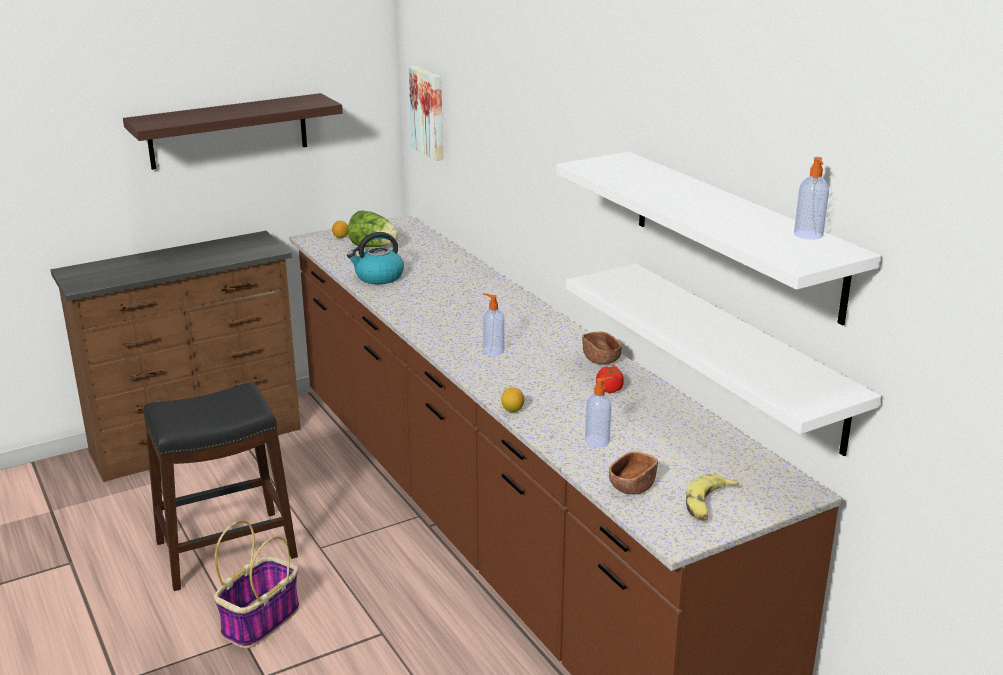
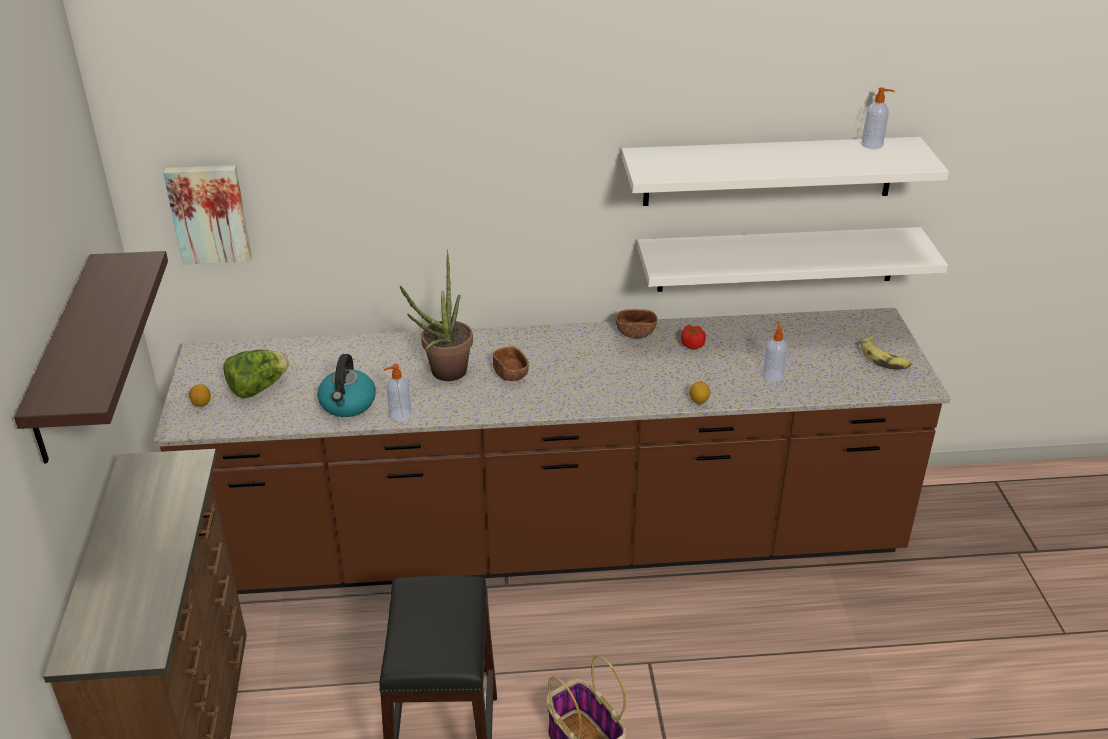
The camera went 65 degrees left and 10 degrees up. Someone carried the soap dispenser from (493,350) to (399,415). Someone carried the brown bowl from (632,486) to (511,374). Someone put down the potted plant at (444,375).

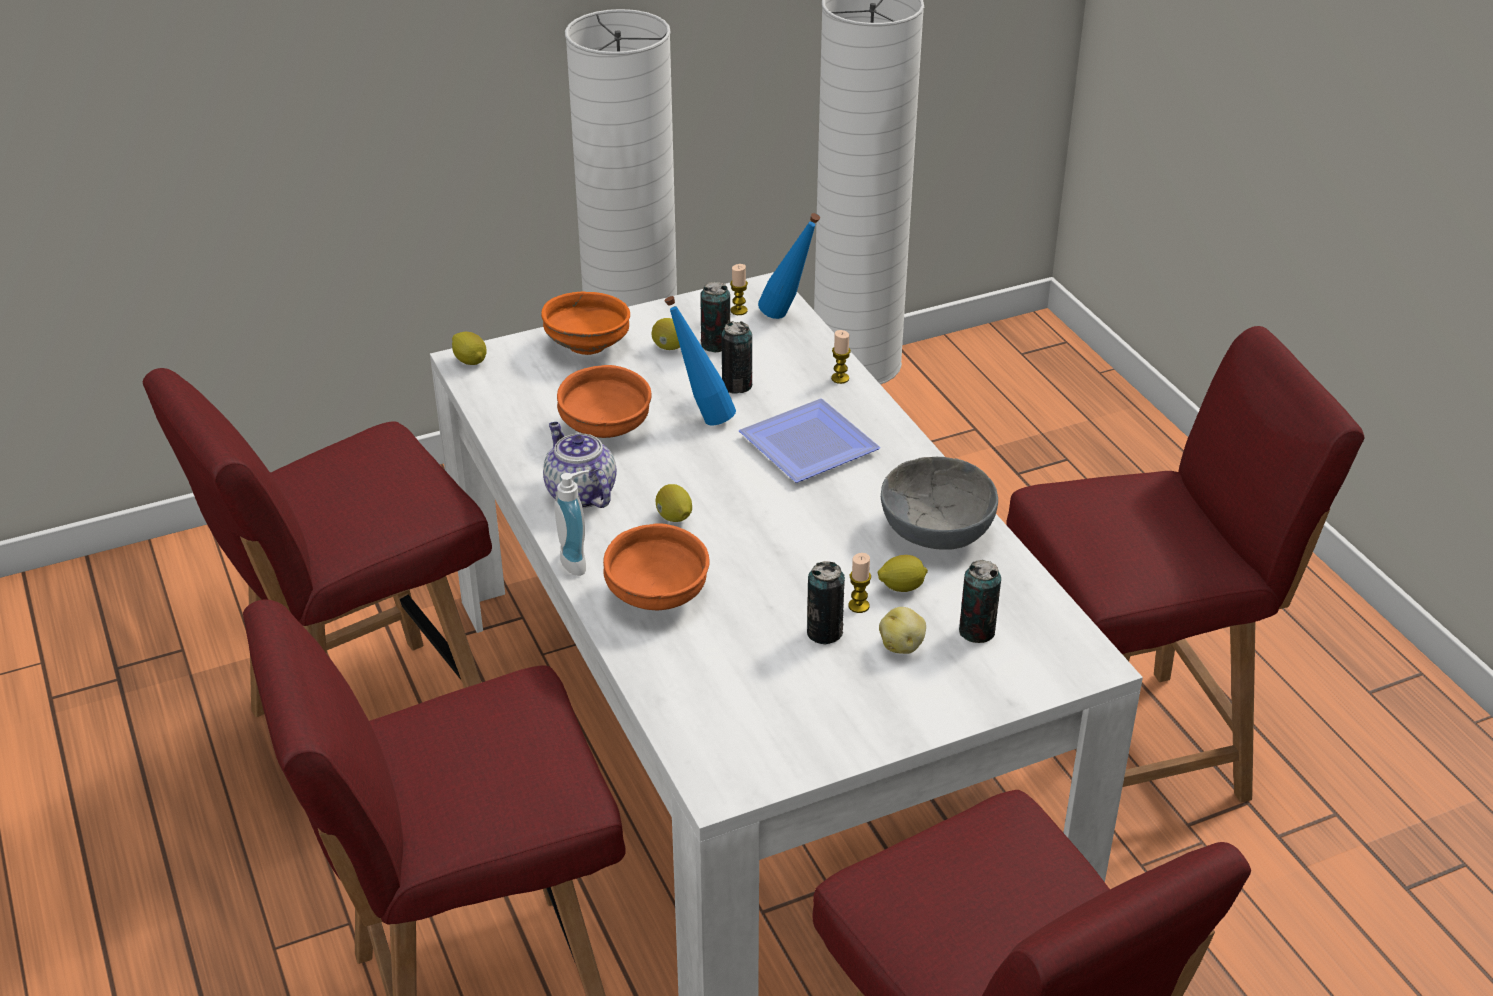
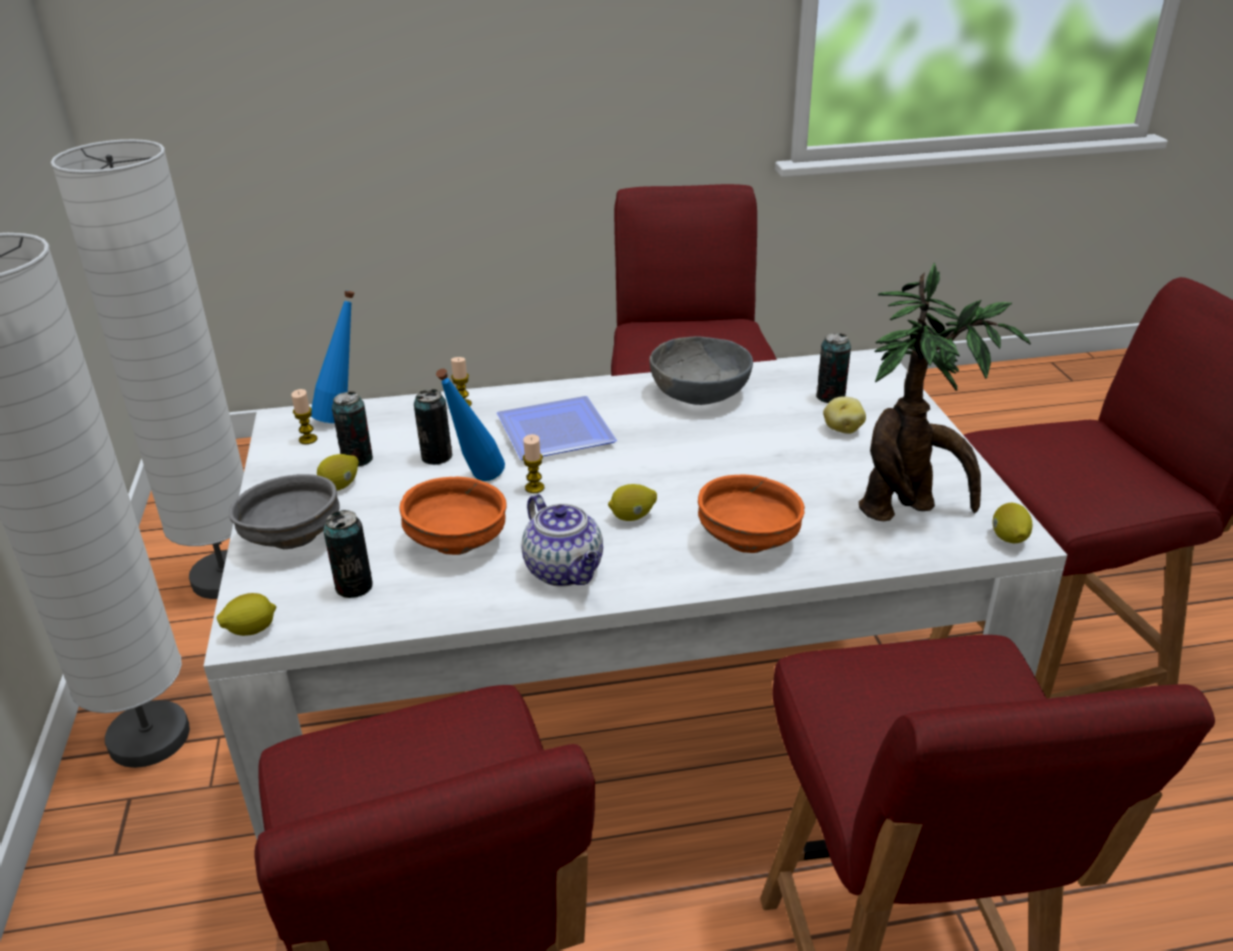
The camera went 75 degrees left and 5 degrees down. Someone repainted the orange bowl at (589,345), which became the grey bowl at (292,537). Someone rotated the teapot at (579,493) by 105 degrees counterclockwise. Someone took away the soap dispenser at (578,561). Someone carried the can from (824,632) to (354,586). Someone carried the candle from (858,606) to (534,488). Someone carried the lemon from (901,587) to (1008,539). Someone put down the potted plant at (908,509).

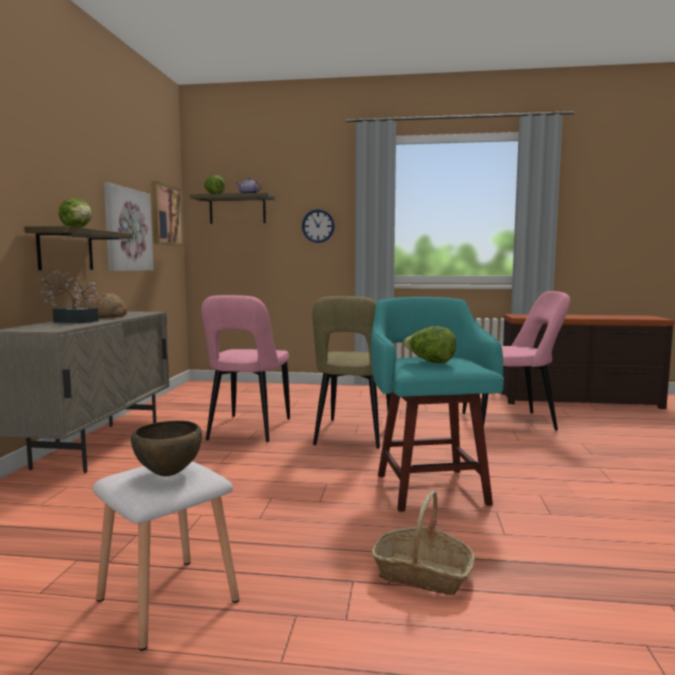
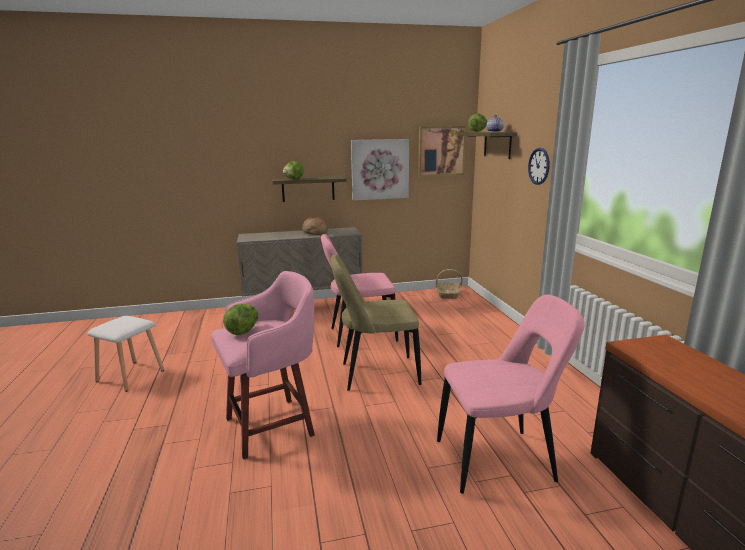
The camera went 70 degrees right and 10 degrees up. Someone took away the potted plant at (72,321). Someone took away the brown bowl at (169,474). Someone repainted the turquoise stool at (429,487), which became the pink stool at (273,425). Someone carried the basket from (422,573) to (447,294). Someone rotated the pink chair at (512,422) by 75 degrees counterclockwise.

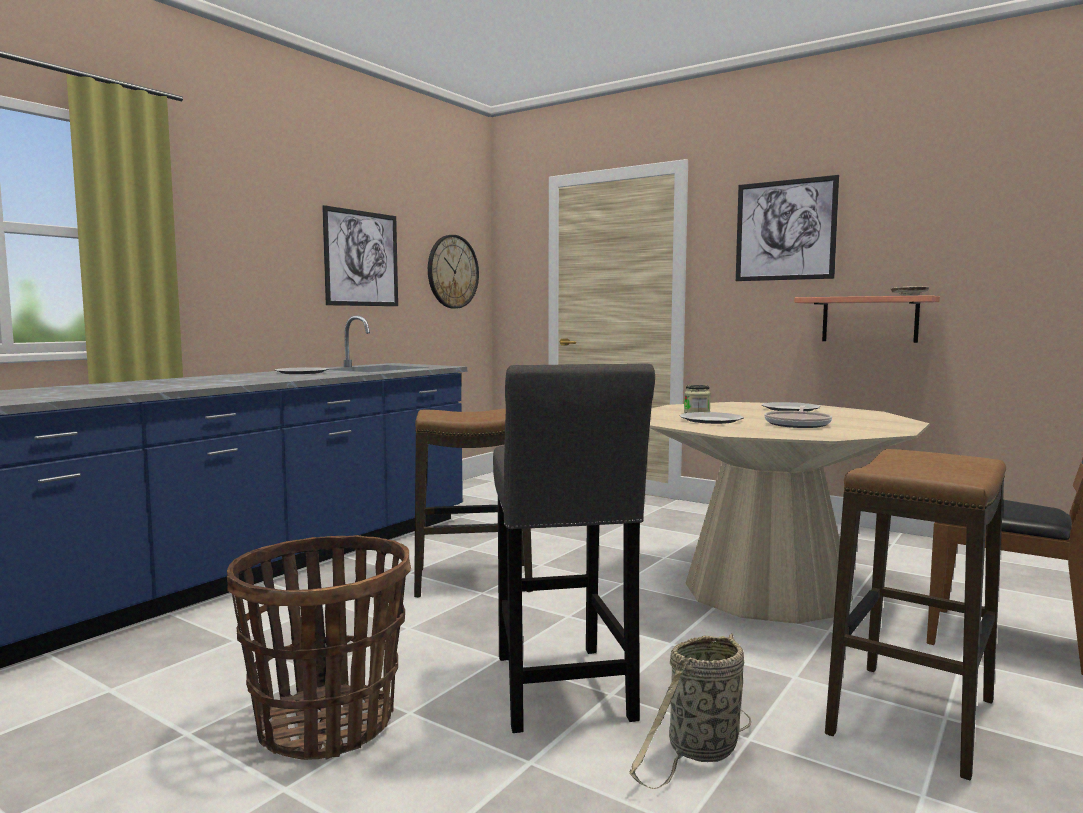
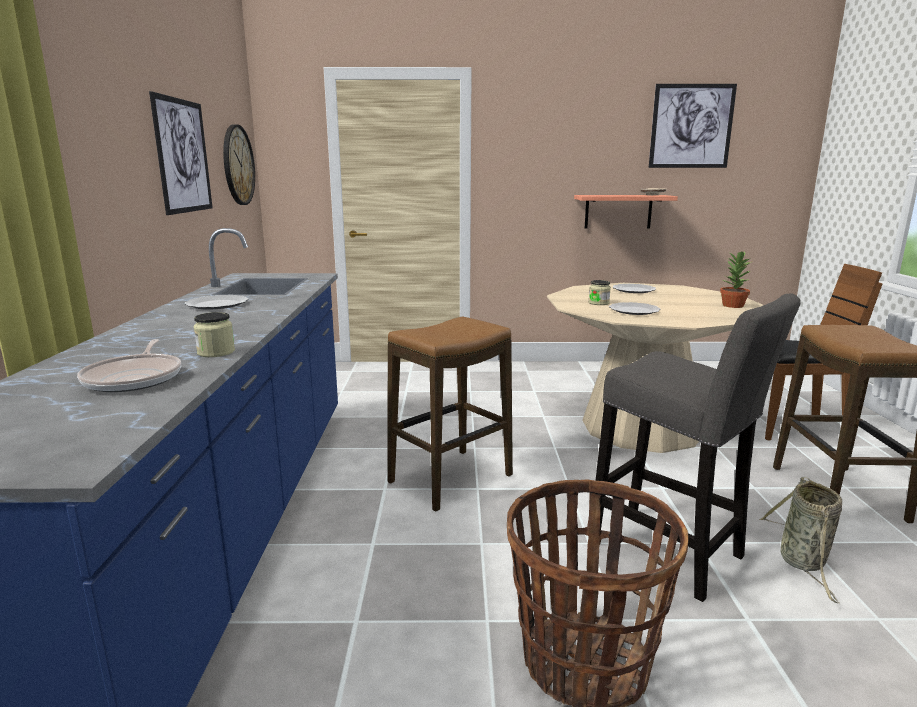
The camera went 35 degrees left and 10 degrees up. Someone carried the picture from (785,230) to (691,126). Someone carried the frying pan from (798,424) to (135,378). Someone put down the jar at (216,352). Someone put down the potted plant at (732,305).

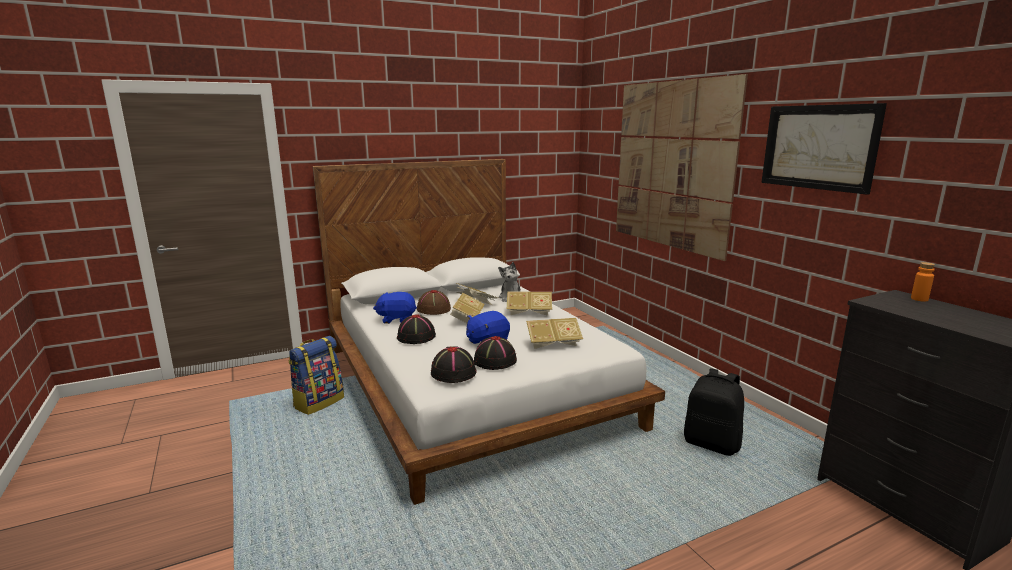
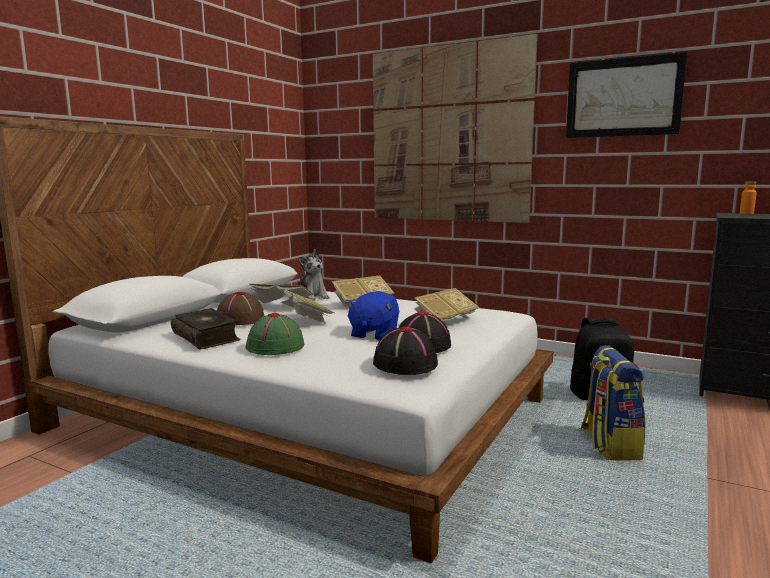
The camera went 35 degrees left and 5 degrees down. Someone carried the backpack from (319,402) to (609,445). Someone swapped the blue plush toy at (397,319) for the book at (207,337). Someone repainted the black hat at (416,337), which became the green hat at (276,347).

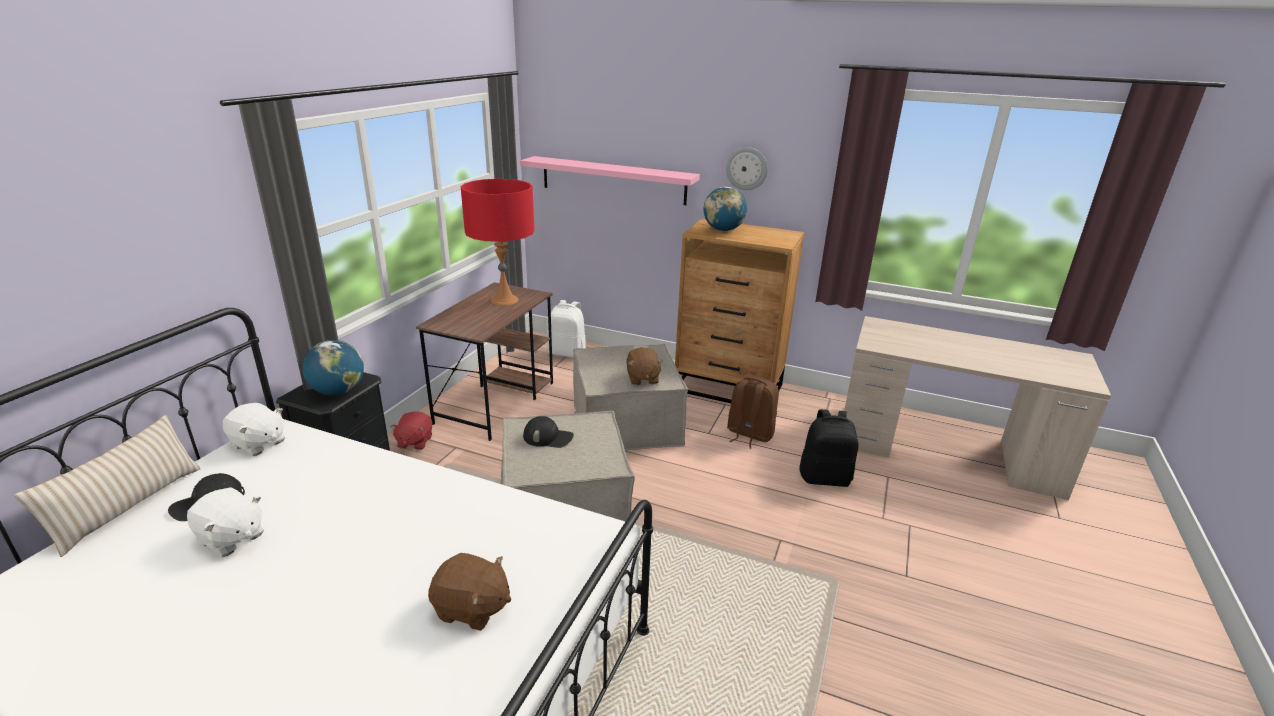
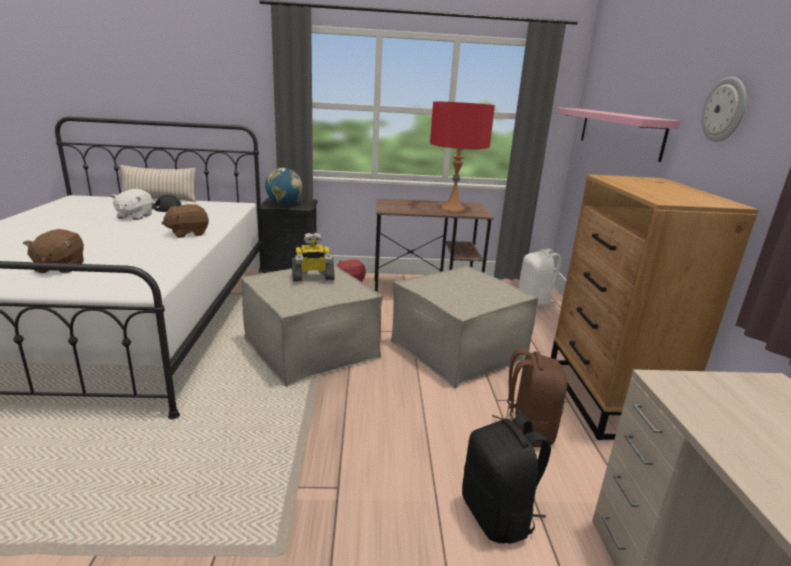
The camera went 65 degrees right and 5 degrees down. Someone took away the white plush toy at (258,444). Someone swapped the black cap at (548,437) for the toy robot at (312,277). Someone carried the brown plush toy from (642,378) to (188,233). Someone took away the globe at (723,230).

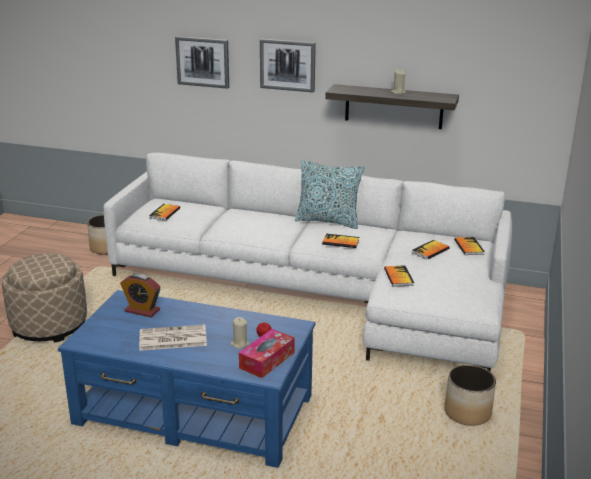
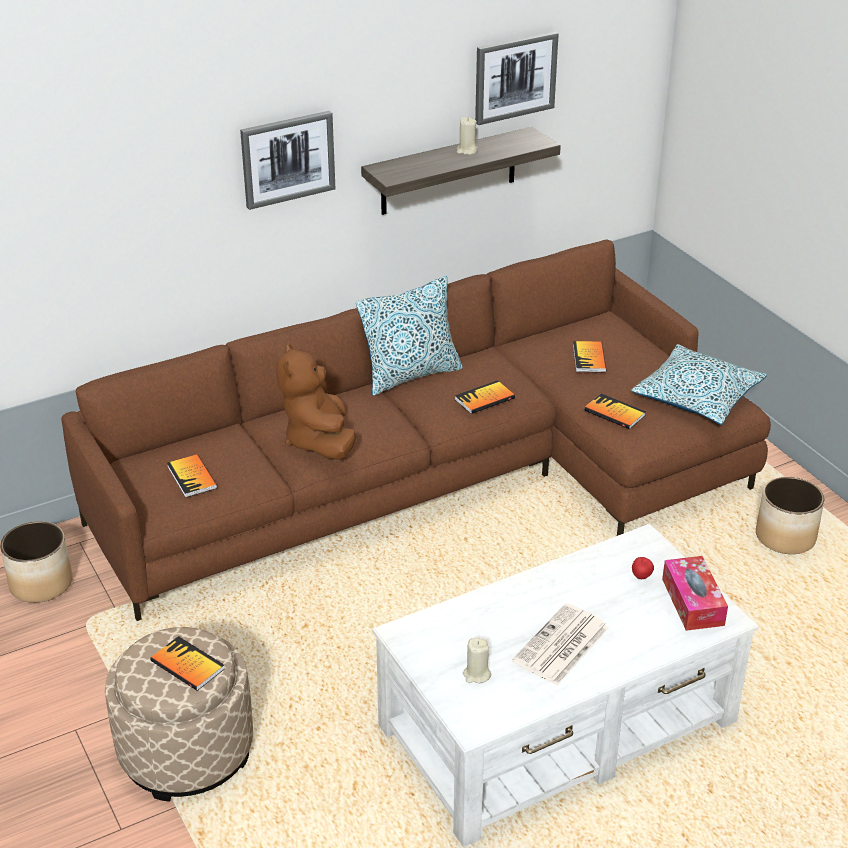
The camera went 45 degrees left and 10 degrees up. Someone repainted the blue coffee table at (195,411), which became the white coffee table at (560,725). Someone repainted the white sofa at (322,292), which became the brown sofa at (438,479). Someone took away the alarm clock at (142,310). Someone carried the picture from (203,62) to (515,77). Someone carried the beige candle from (239,344) to (476,674). Someone carried the book from (469,247) to (187,665). Someone put down the brown plush toy at (319,441). Someone put down the pillow at (697,397).

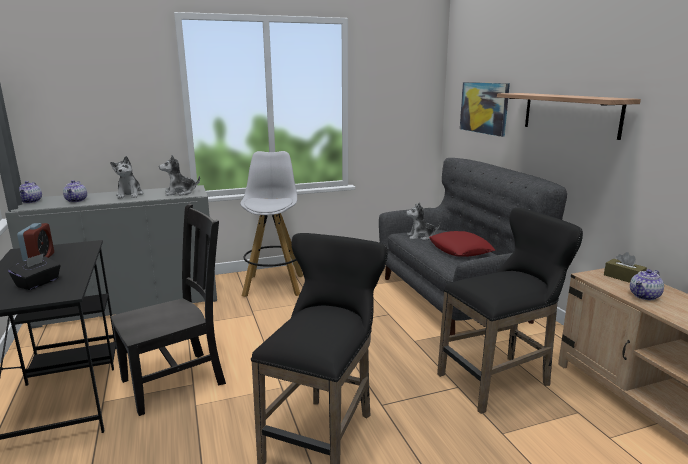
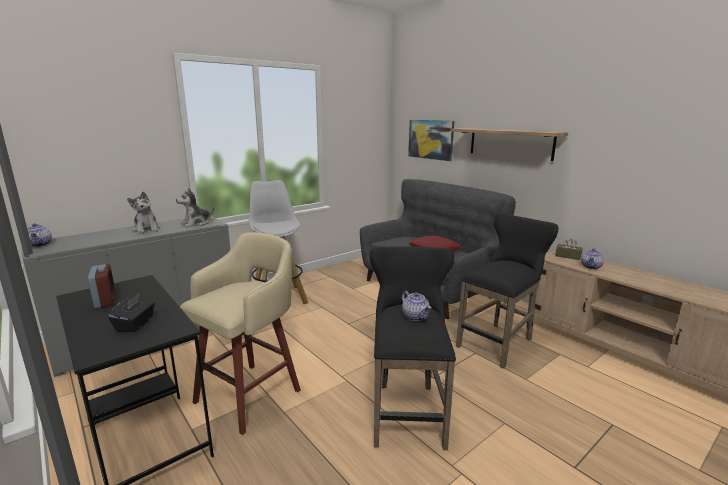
The camera went 20 degrees left and 0 degrees up. Someone carried the teapot from (76,200) to (415,317). Someone swapped the black chair at (177,380) for the beige stool at (251,394). Someone took away the plush toy at (421,237).

